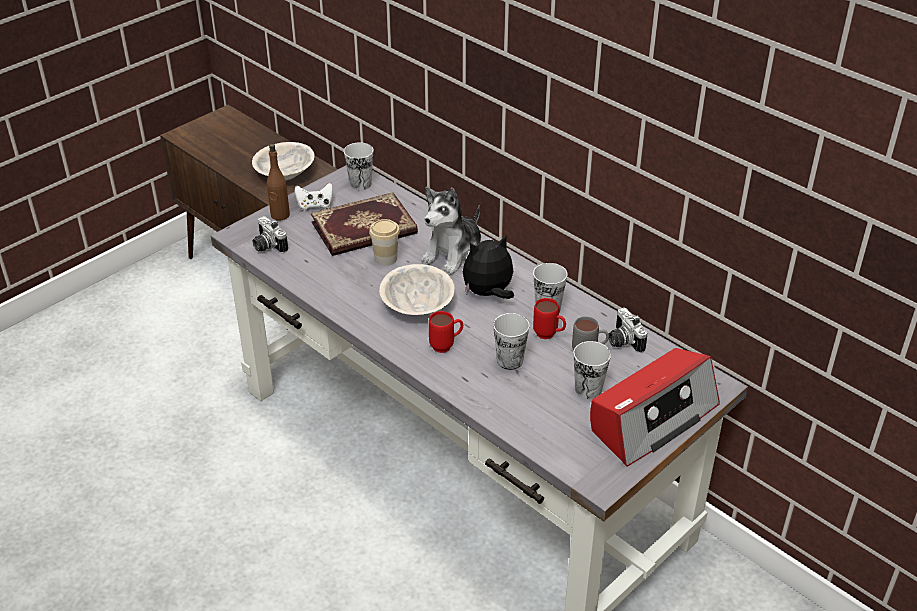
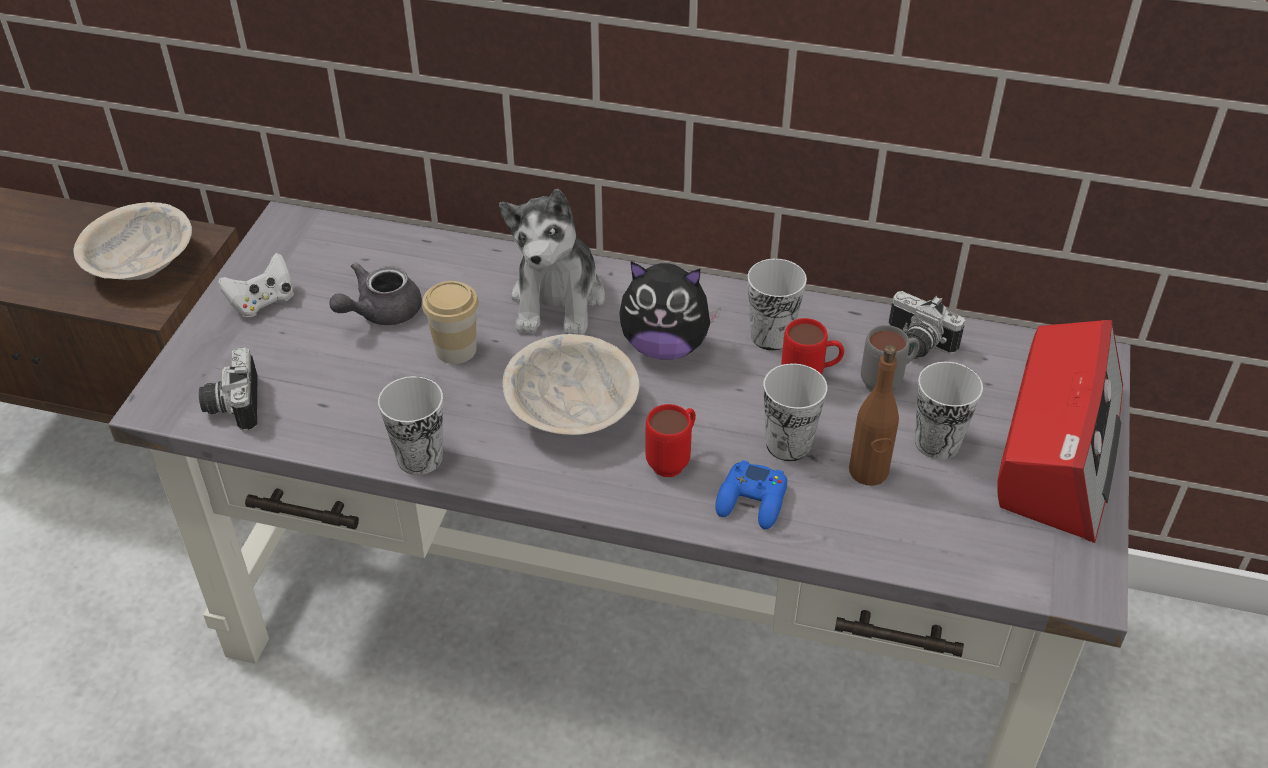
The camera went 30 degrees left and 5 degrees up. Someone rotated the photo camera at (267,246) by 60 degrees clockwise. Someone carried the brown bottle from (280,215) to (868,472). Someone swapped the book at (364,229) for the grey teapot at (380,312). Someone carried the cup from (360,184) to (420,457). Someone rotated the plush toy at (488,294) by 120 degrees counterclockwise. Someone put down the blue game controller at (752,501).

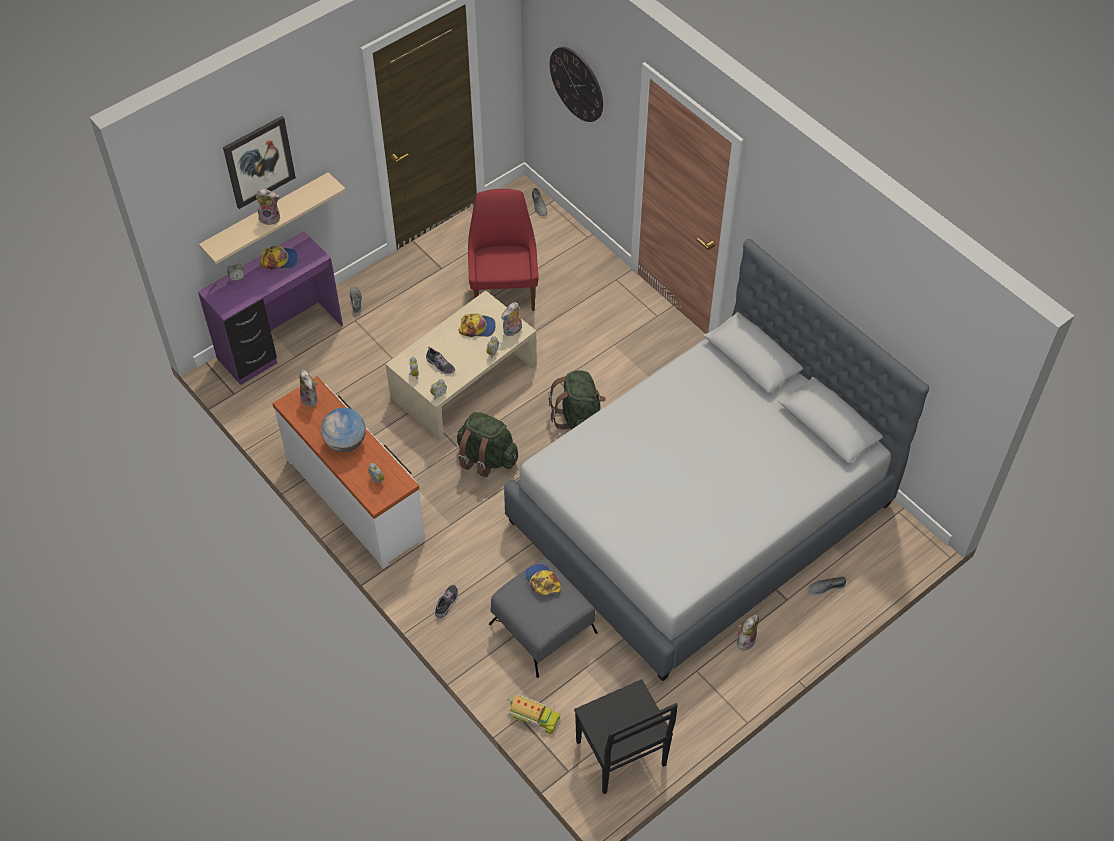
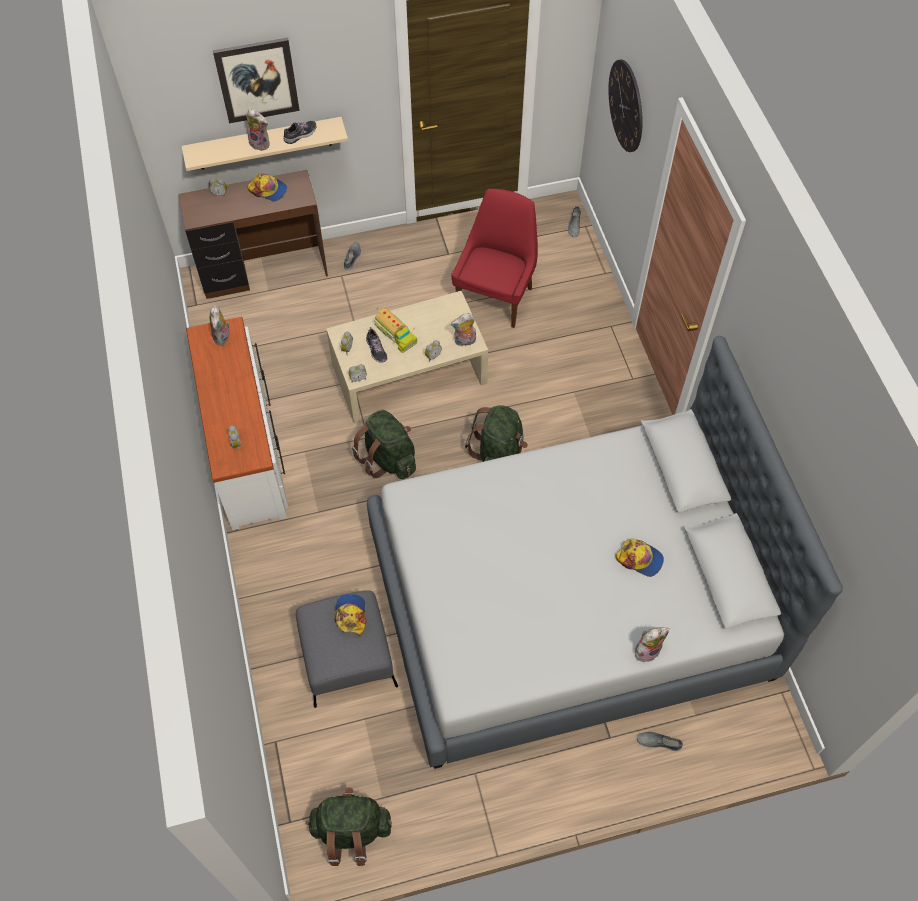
The camera went 25 degrees right and 5 degrees up. Someone repainted the purple desk at (281,342), which became the brown desk at (264,272). Someone took away the globe at (346,442). Someone carried the shoe from (447,603) to (300,134). Someone carried the cap from (477,327) to (640,559). Someone carried the toy truck from (533,717) to (394,334). Someone swapped the black chair at (622,756) for the green backpack at (351,831). Someone carried the plush toy from (745,640) to (647,650).

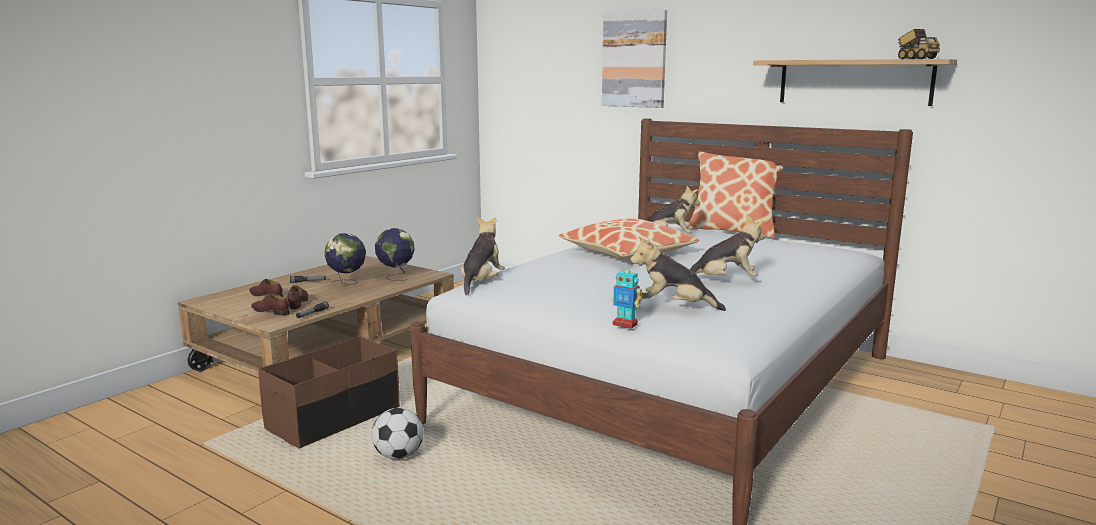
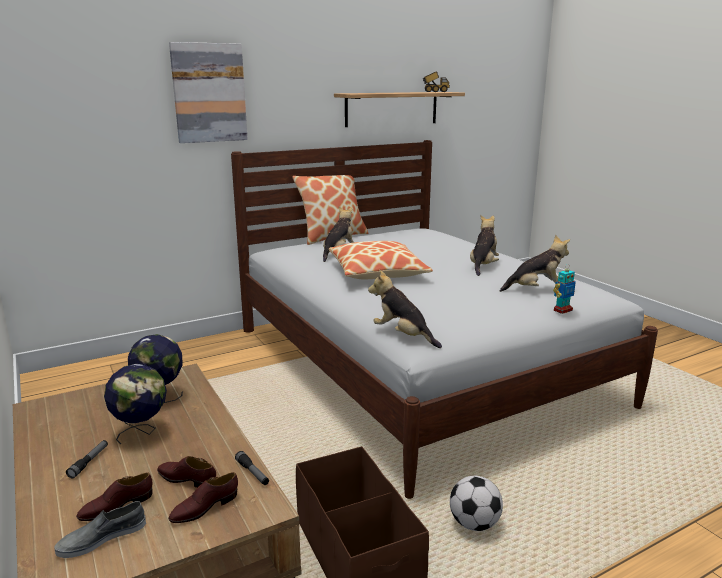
The camera went 65 degrees left and 5 degrees up. Someone rotated the plush toy at (674,307) by 135 degrees counterclockwise. Someone put down the grey shoe at (102,537).

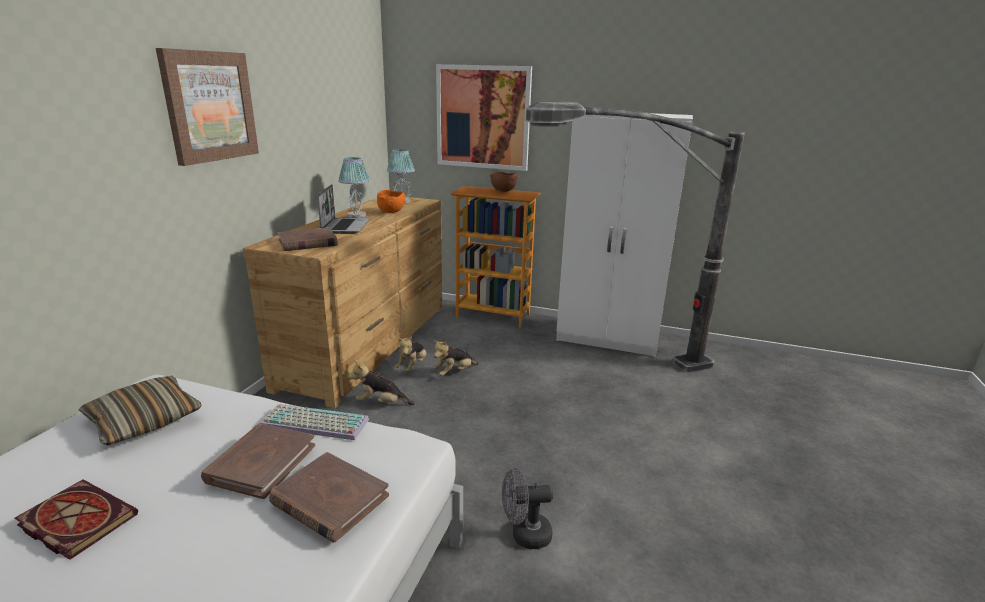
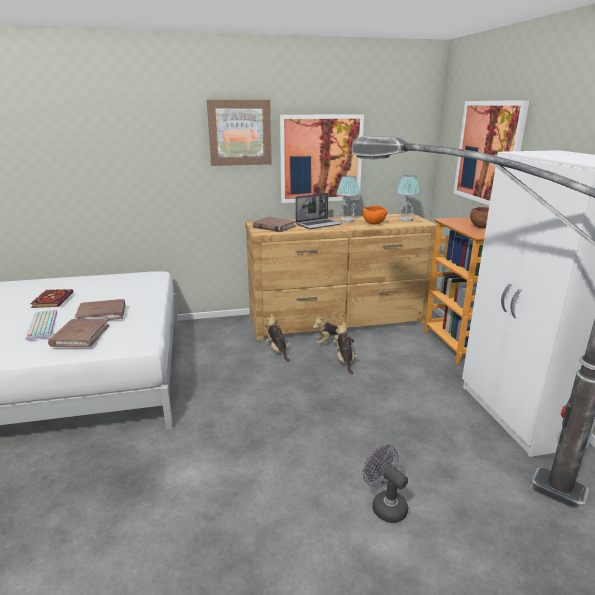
The camera went 60 degrees right and 0 degrees up. Someone took away the pillow at (144,420). Someone carried the keyboard from (312,424) to (41,325). Someone rotated the plush toy at (454,372) by 60 degrees clockwise. Someone carried the grey fan from (524,535) to (384,505). Someone put up the picture at (321,159).

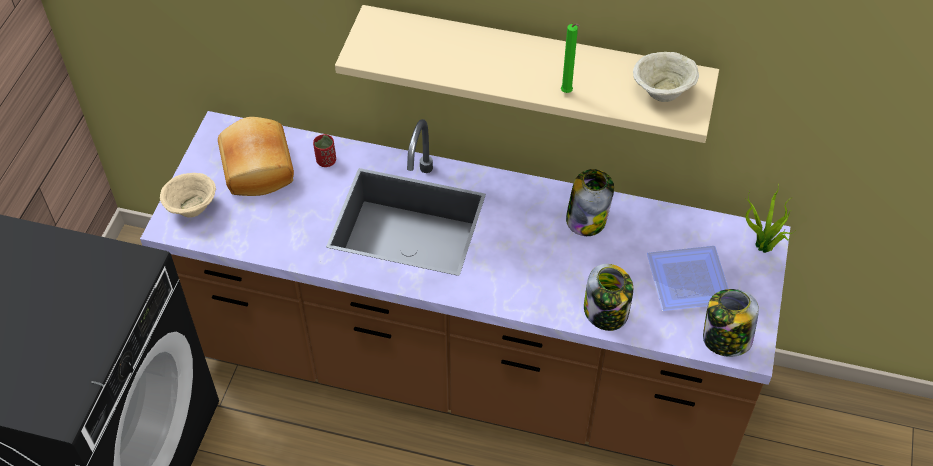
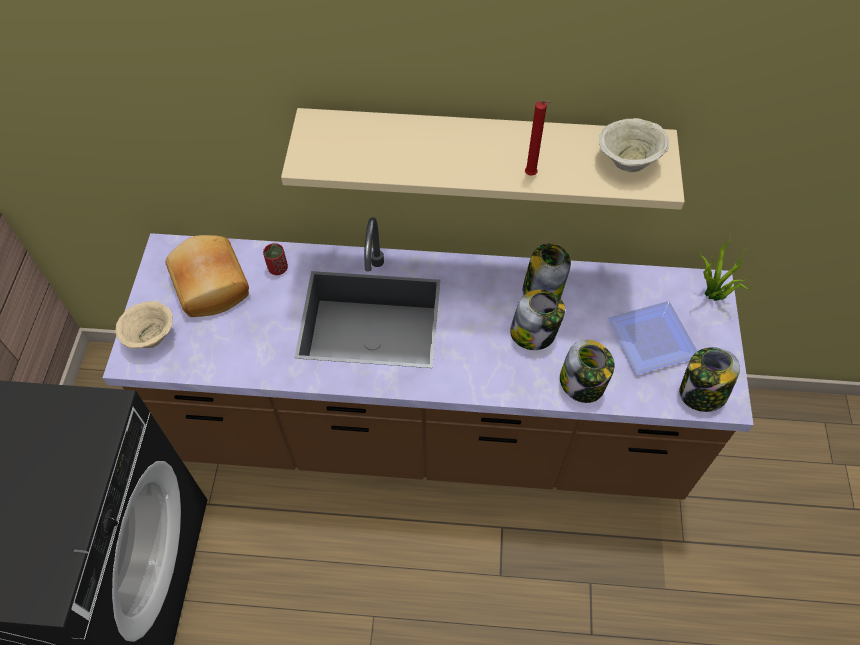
The camera went 10 degrees left and 5 degrees up. Someone repainted the green candle at (567,93), which became the red candle at (532,176). Someone put down the jar at (534,333).

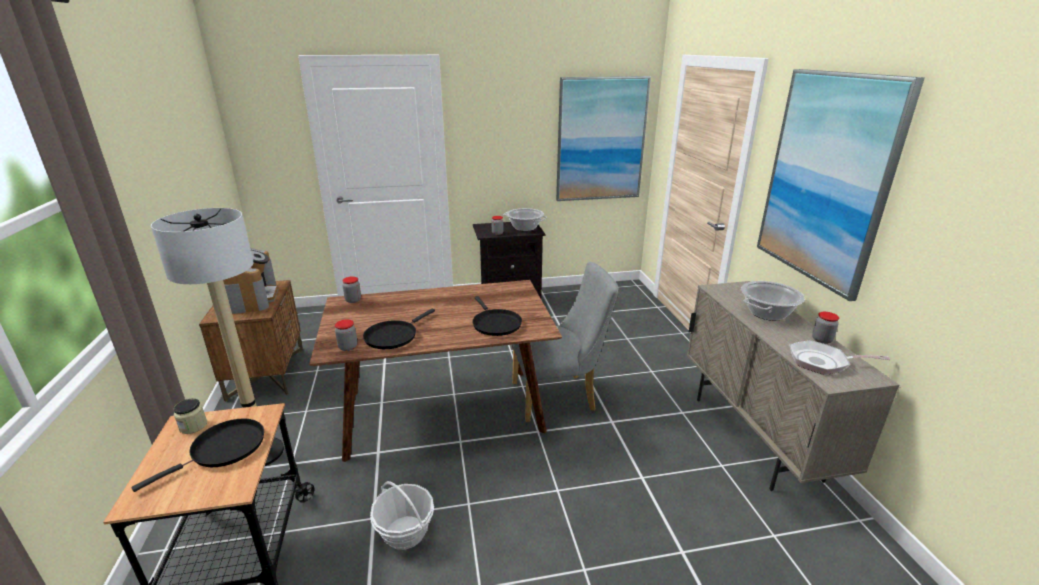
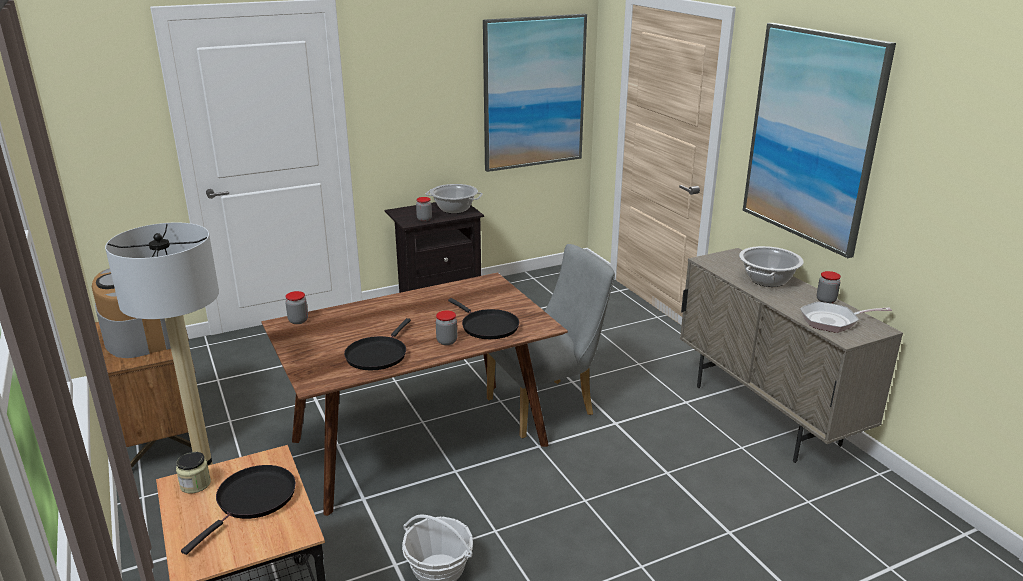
The camera went 15 degrees left and 0 degrees up. Someone carried the jar from (348,347) to (447,341).

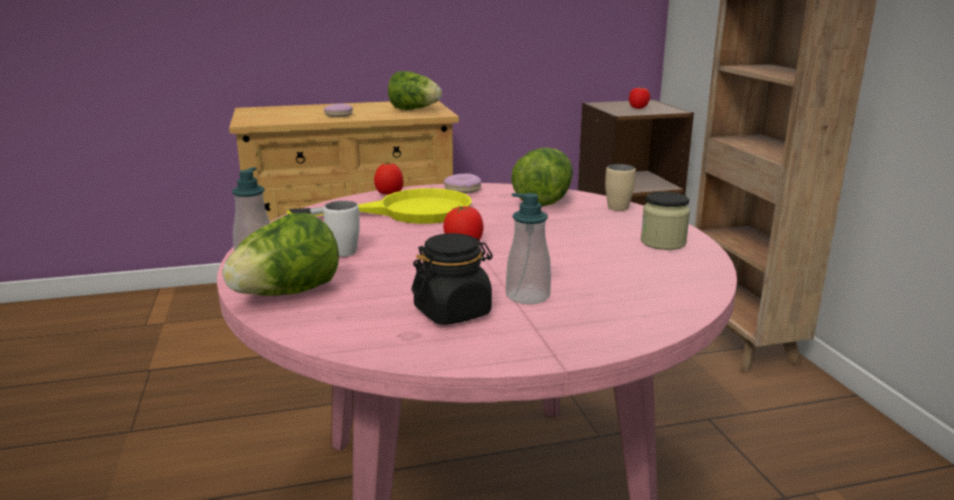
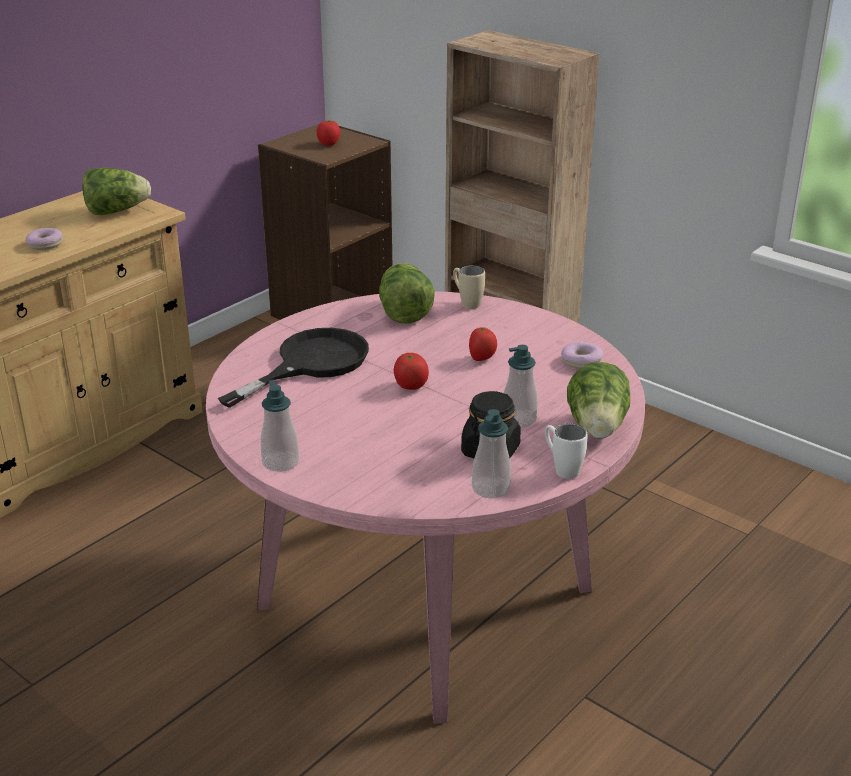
The camera went 35 degrees left and 10 degrees up. Someone carried the lettuce from (287,294) to (597,428). Someone repainted the yellow frying pan at (407,211), which became the black frying pan at (311,364). Someone carried the white mug from (345,249) to (561,468). Someone carried the tomato from (389,194) to (482,359). Someone carried the donut from (462,189) to (581,361). Someone took away the jar at (663,242). Someone put down the soap dispenser at (490,488).

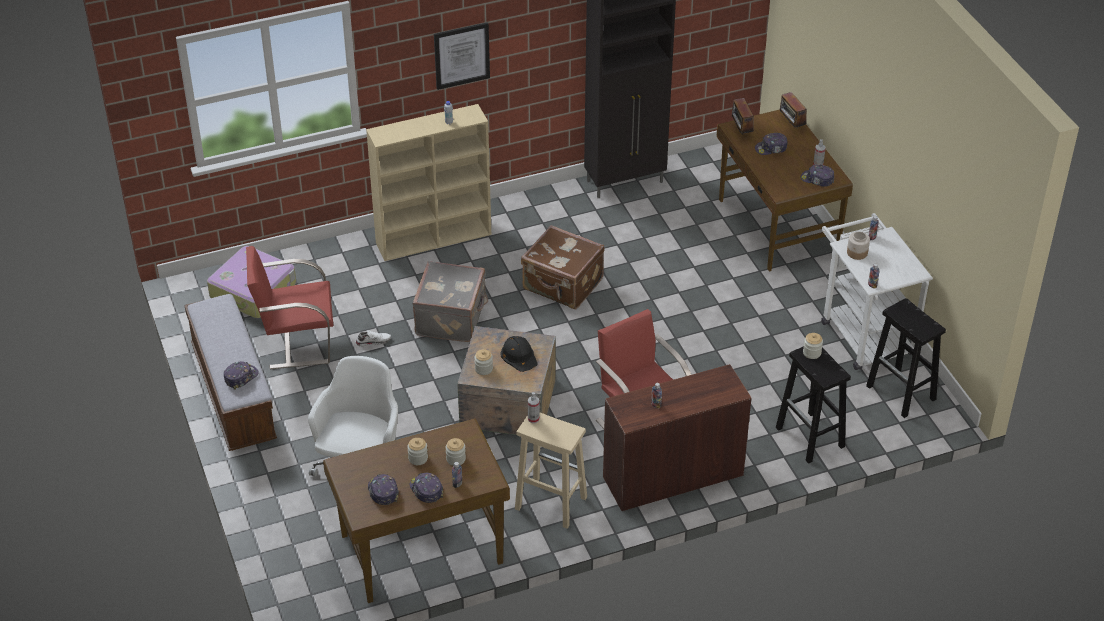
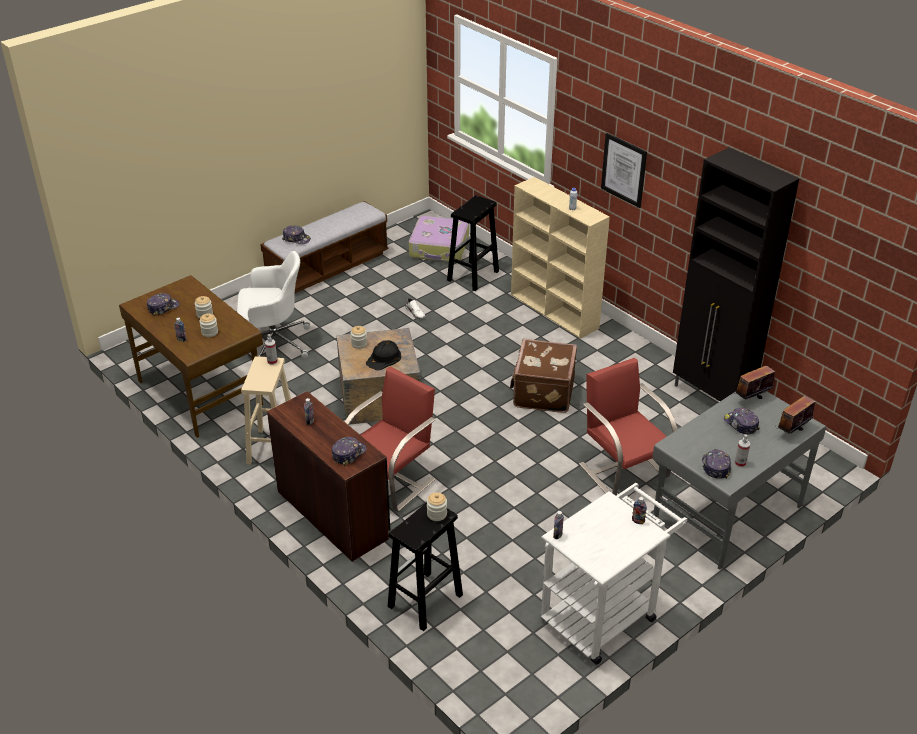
The camera went 70 degrees right and 5 degrees down. Someone carried the red chair from (296,342) to (623,469). Someone carried the cap from (426,490) to (348,453). Someone took away the grey suitcase at (452,318). Someone repainted the brown desk at (777,226), which became the grey desk at (725,513). Someone took away the jar at (857,253). Someone carried the black stool from (902,393) to (472,276).

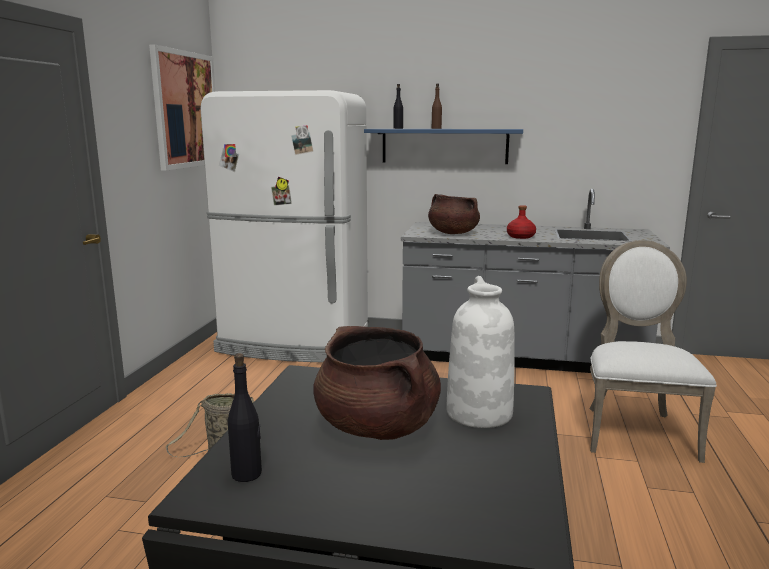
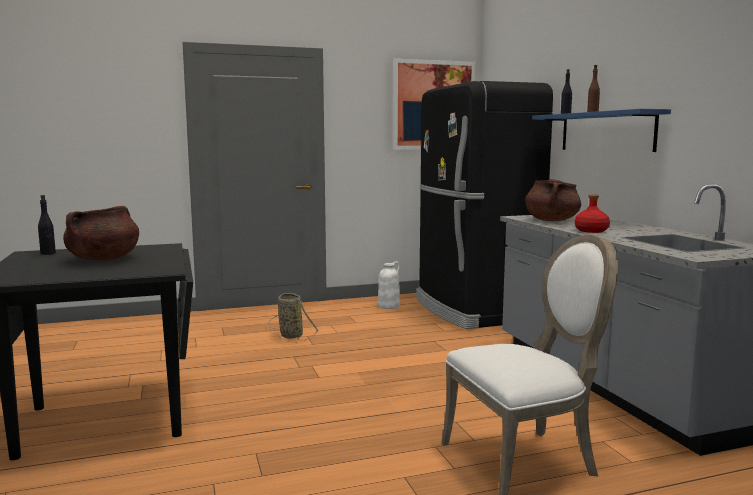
The camera went 60 degrees right and 5 degrees down. Someone repainted the white fridge at (294,343), which became the black fridge at (473,310). Someone carried the white vase from (478,412) to (389,306).

